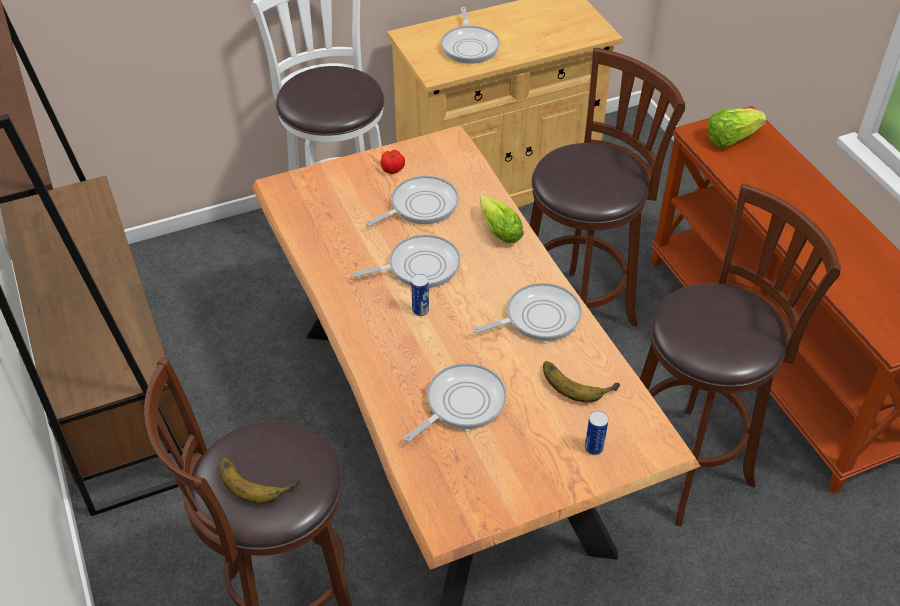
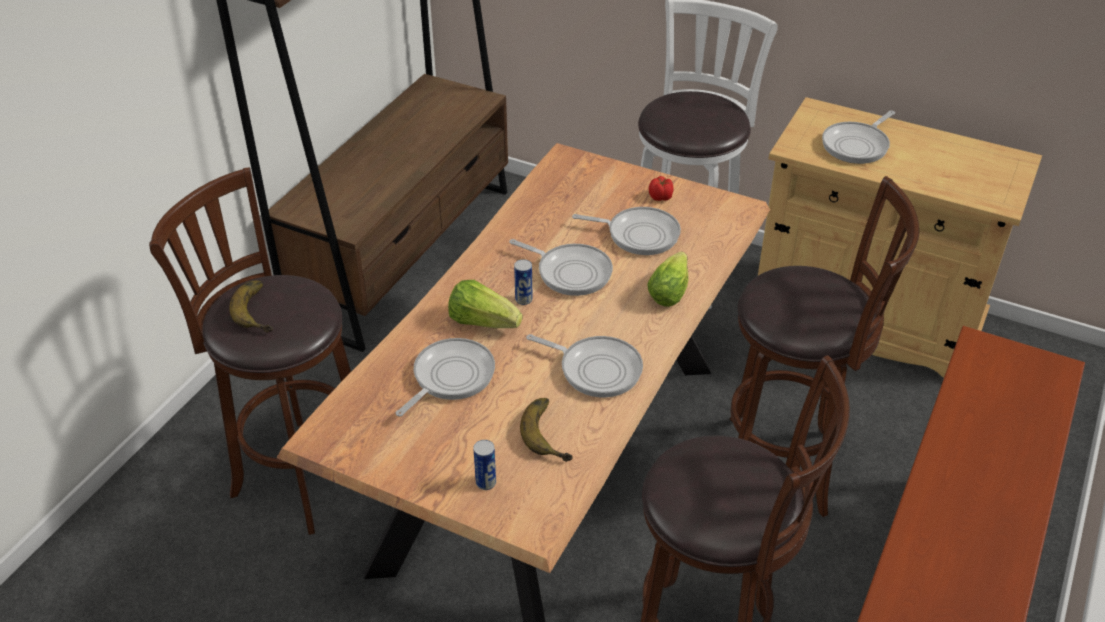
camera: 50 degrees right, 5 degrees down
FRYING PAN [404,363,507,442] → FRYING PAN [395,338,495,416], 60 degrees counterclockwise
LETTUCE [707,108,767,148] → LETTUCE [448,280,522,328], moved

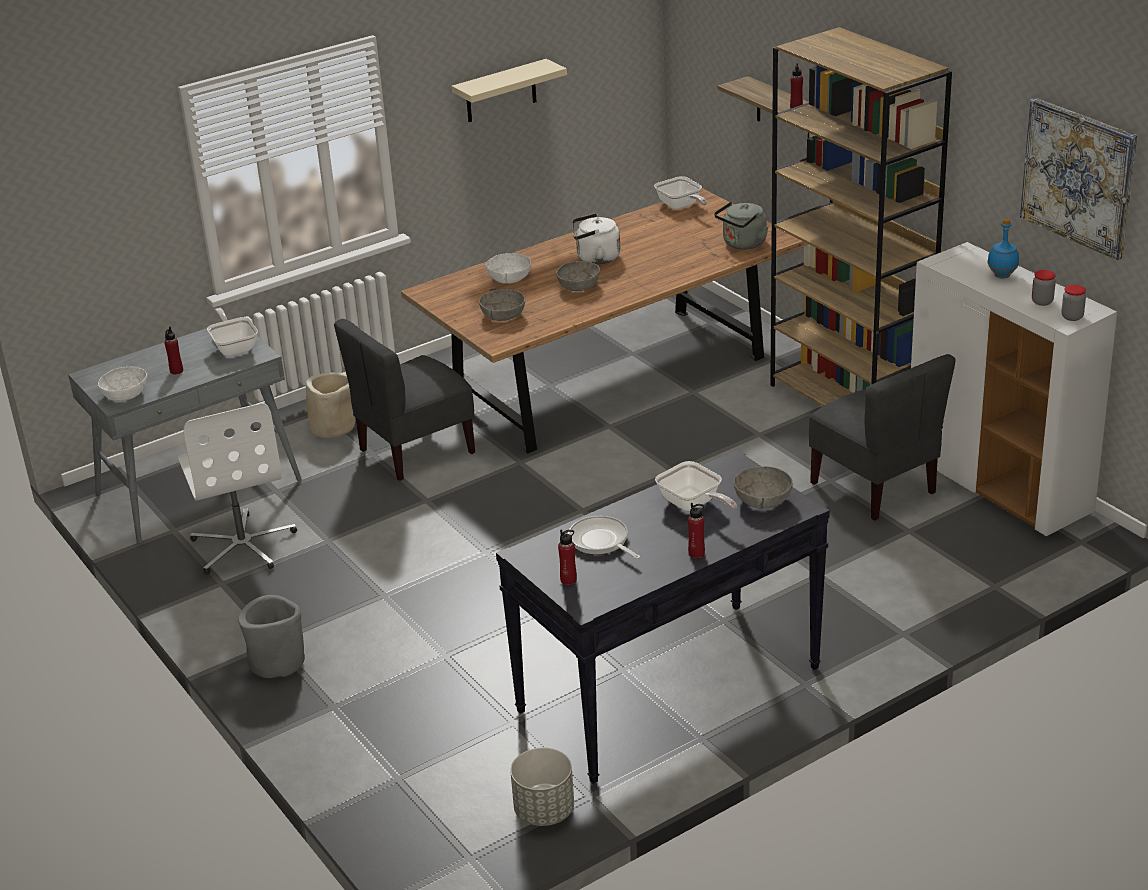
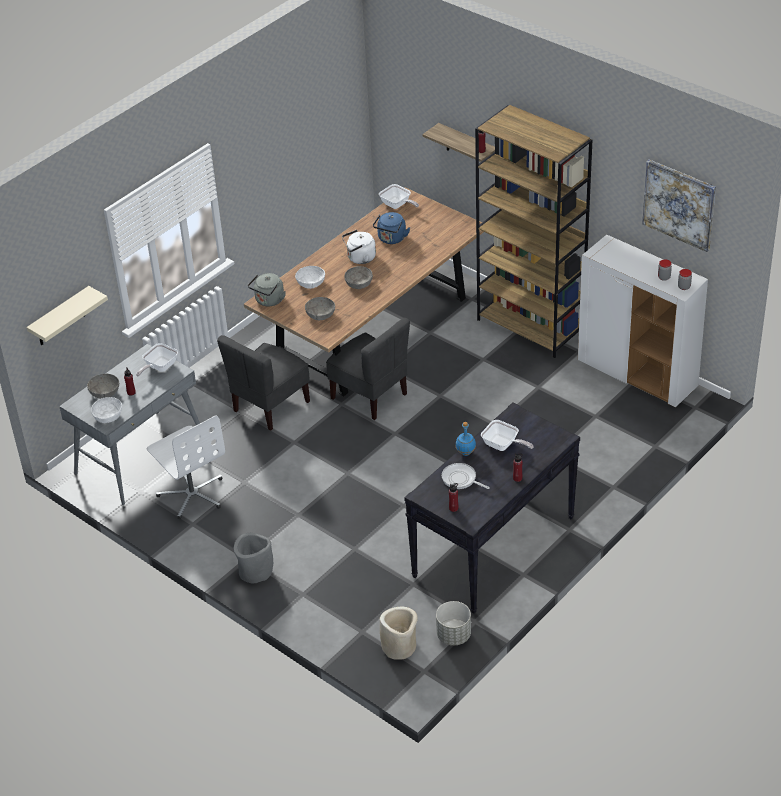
camera: 15 degrees left, 10 degrees up
BEIGE SHELF [451,59,567,122] → BEIGE SHELF [27,286,108,346], moved
GREY BOWL [734,466,793,509] → GREY BOWL [87,374,119,399], moved
FRYING PAN [207,308,258,356] → FRYING PAN [136,343,178,376], 105 degrees counterclockwise
GREY KETTLE [714,202,768,250] → GREY KETTLE [248,273,286,306], moved
GREY CHAIR [809,354,956,521] → GREY CHAIR [326,318,410,420], moved
- → BLUE KETTLE [373,212,410,244]
BEIGE PLANTER [306,372,355,438] → BEIGE PLANTER [380,607,418,660], moved
BLUE BOTTLE [987,219,1019,278] → BLUE BOTTLE [456,422,476,456], moved

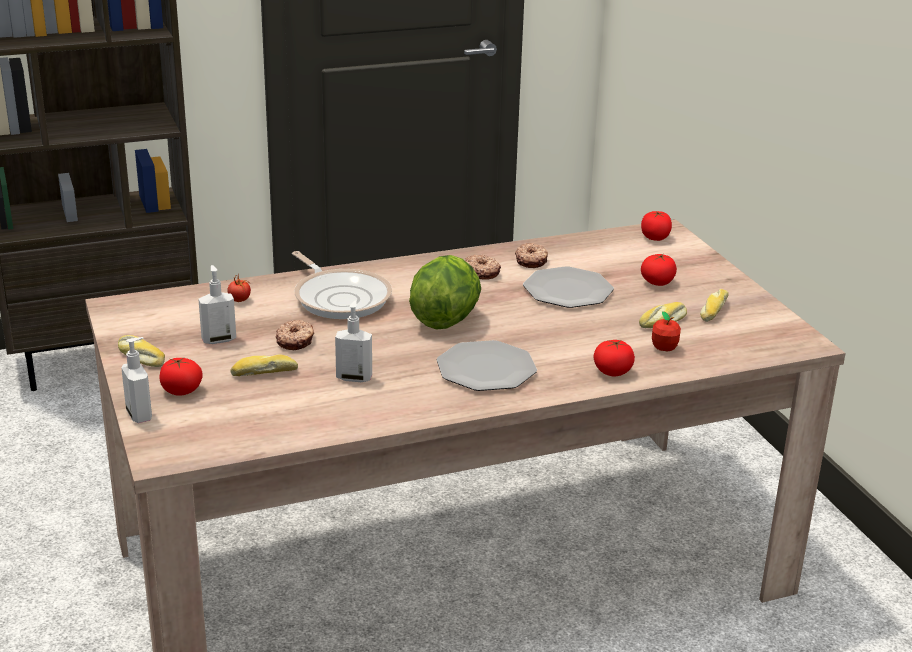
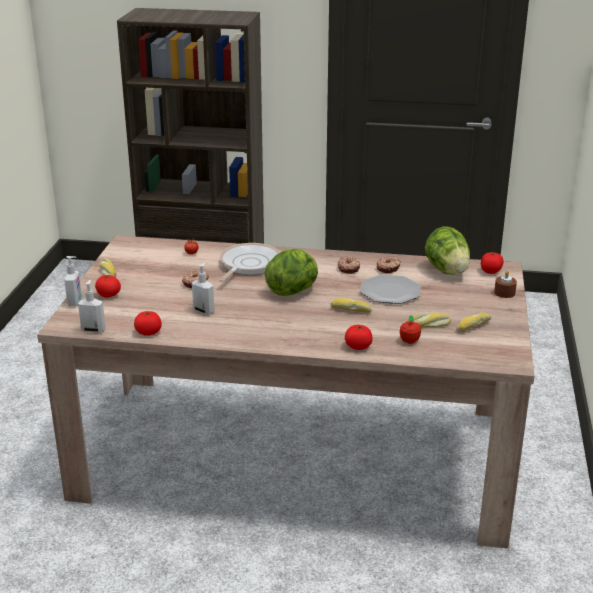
camera: 30 degrees right, 0 degrees up
SOAP DISPENSER [198,265,236,344] → SOAP DISPENSER [78,280,105,333], moved
TOMATO [641,254,677,286] → TOMATO [134,311,162,336], moved
FRYING PAN [292,251,392,319] → FRYING PAN [219,243,281,282], 150 degrees counterclockwise
BREAD [230,354,298,376] → BREAD [331,298,372,313], moved
- → LETTUCE [425,226,470,274]
- → BROWN CANDLE [494,271,517,298]
PLATE [437,340,537,391] → -

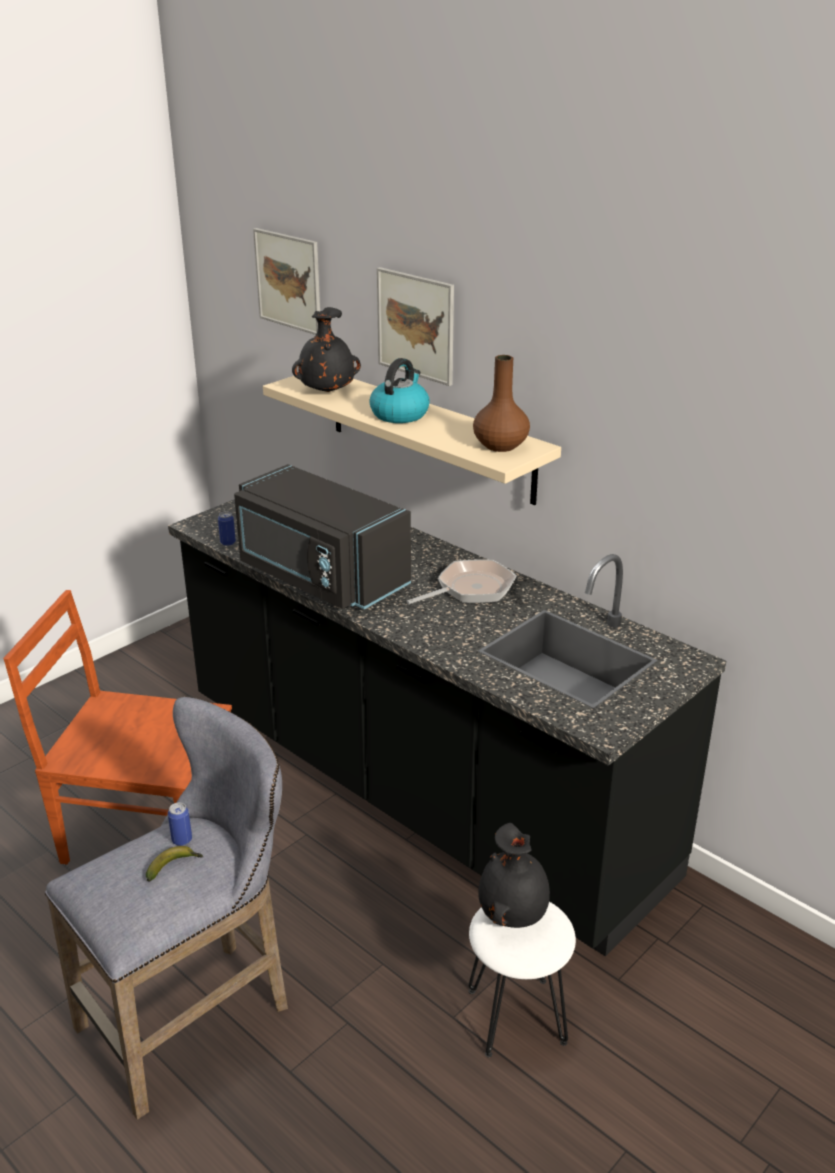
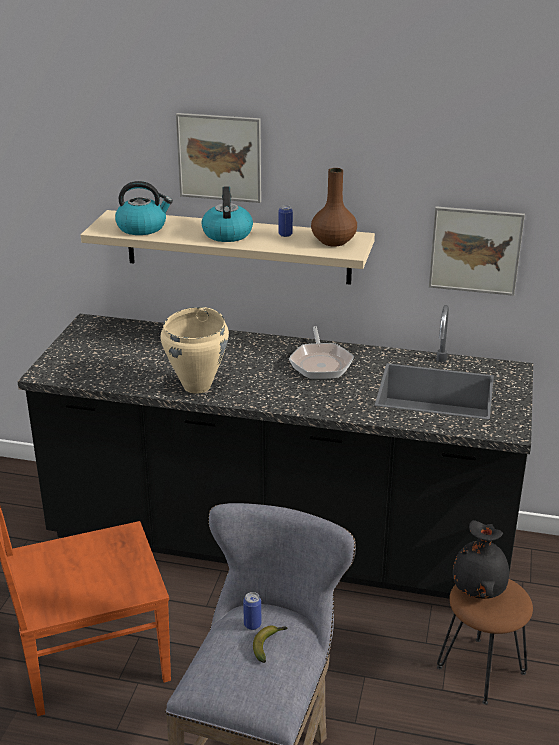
camera: 30 degrees left, 0 degrees up
BLACK VASE [292,307,361,392] → KETTLE [115,181,173,235]
BLACK MICROWAVE [234,464,411,609] → BEIGE COOKING POT [160,307,229,394]
CAN [218,512,236,546] → CAN [279,205,293,237], moved
FRYING PAN [407,559,517,604] → FRYING PAN [289,326,354,379], 150 degrees clockwise
PICTURE [253,228,320,335] → PICTURE [429,206,525,296], moved
WHITE STOOL [469,902,576,1057] → BROWN STOOL [437,579,533,705]

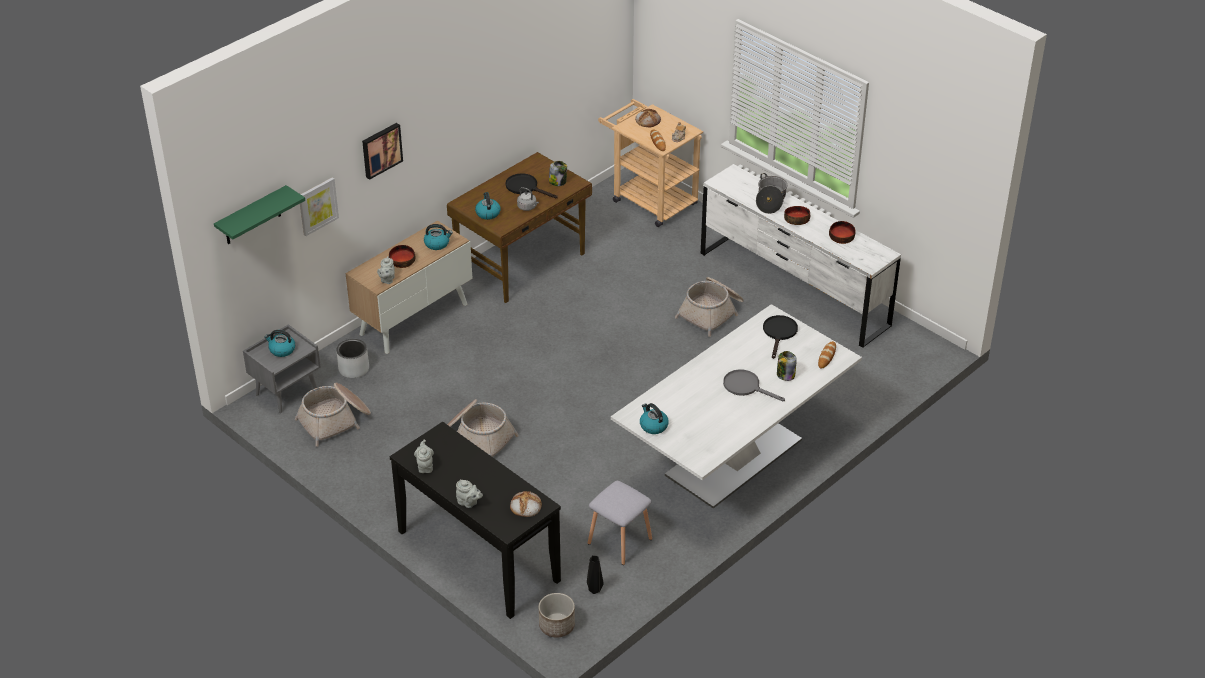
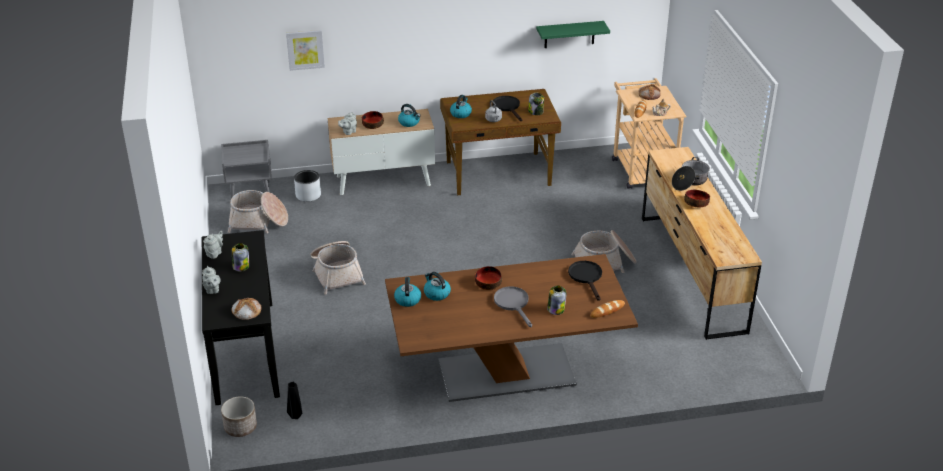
camera: 35 degrees right, 5 degrees down
- → JAR [232,243,249,272]
WHITE DINING TABLE [611,304,862,508] → BROWN DINING TABLE [385,254,638,402]
KETTLE [264,330,295,357] → KETTLE [424,272,451,301], moved
BOWL [829,221,856,244] → BOWL [475,266,502,290], moved
GREEN SHELF [214,185,305,244] → GREEN SHELF [536,21,610,48], moved
BLACK FRYING PAN [763,315,798,359] → BLACK FRYING PAN [568,261,602,301], 60 degrees counterclockwise
WHITE DRESSER [701,164,901,348] → BROWN DRESSER [642,147,762,340]
PICTURE [362,123,403,180] → -
GREY STOOL [588,481,652,565] → -

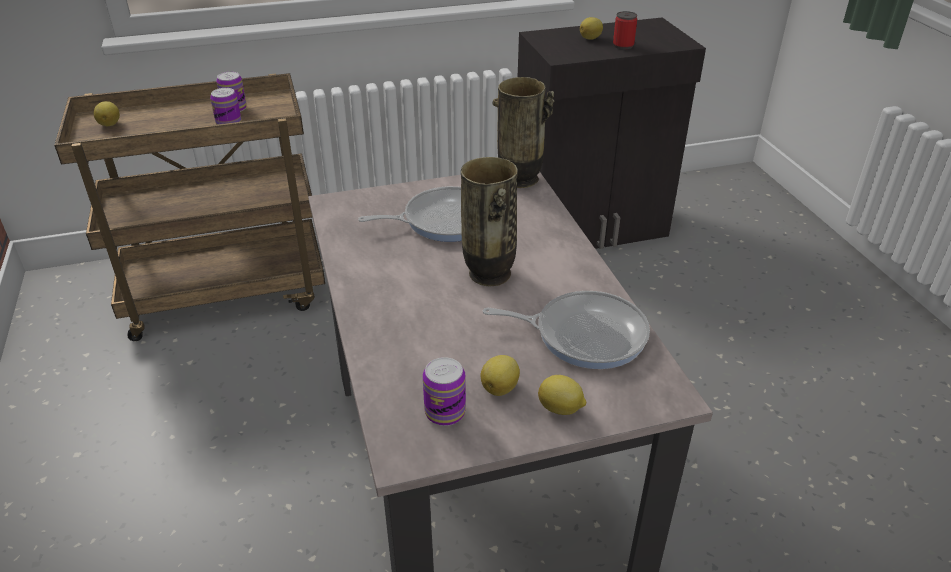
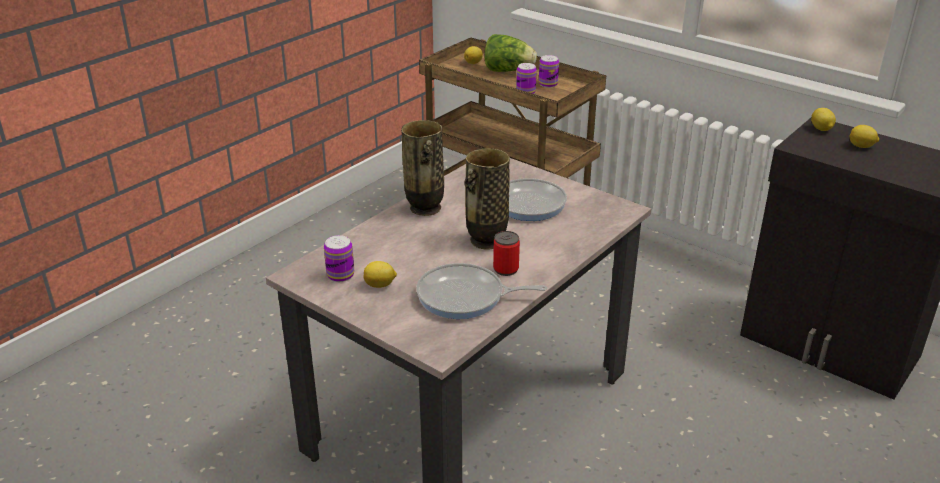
camera: 55 degrees right, 5 degrees down
VASE [493,77,555,188] → VASE [401,120,444,216], moved
FRYING PAN [483,291,650,369] → FRYING PAN [416,263,547,319], 120 degrees clockwise
- → LETTUCE [484,34,537,72]
CAN [613,11,637,49] → CAN [493,231,520,276], moved
LEMON [538,375,586,415] → LEMON [811,108,836,131], moved

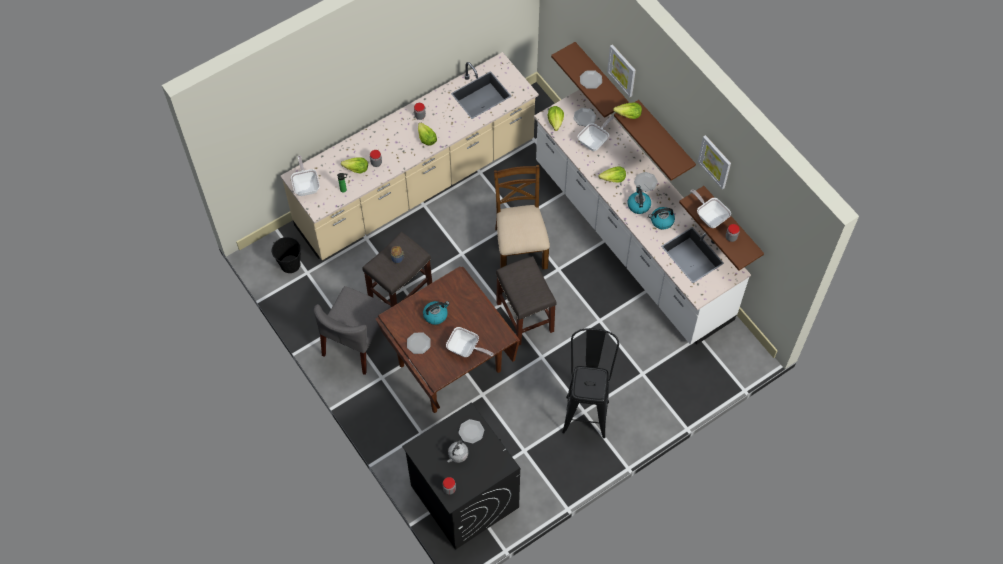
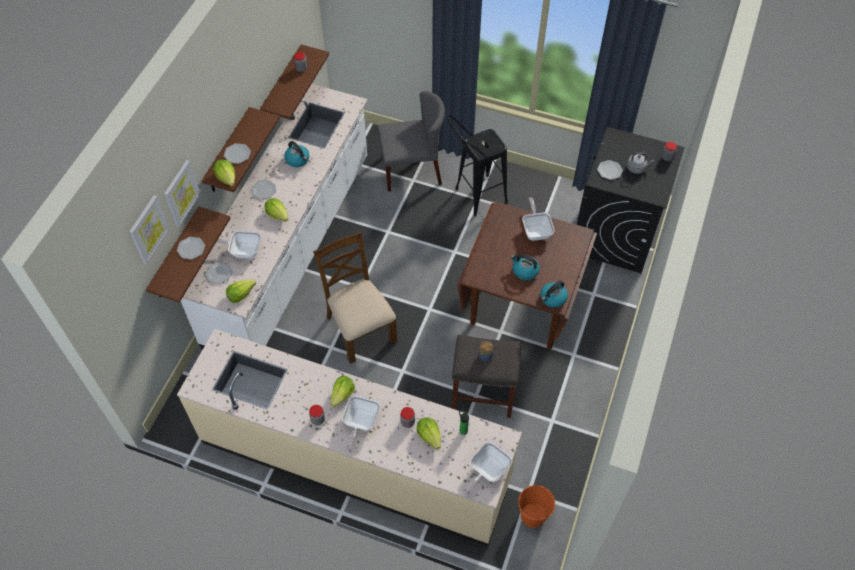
camera: 125 degrees left, 5 degrees down
PICTURE [698,135,731,189] → PICTURE [129,195,170,264], moved
PLATE [407,333,430,354] → PLATE [224,143,251,164], moved
BROWN CHAIR [494,165,550,269] → BROWN CHAIR [313,231,397,364], 105 degrees clockwise
FRYING PAN [690,189,731,228] → FRYING PAN [342,396,380,450], moved
GREY CHAIR [314,286,391,375] → GREY CHAIR [377,91,445,191], moved
BLACK BUCKET [272,237,301,273] → ORANGE BUCKET [518,484,555,528]
KETTLE [628,185,651,214] → KETTLE [540,280,568,308], moved
GREY STOOL [496,256,557,345] → -

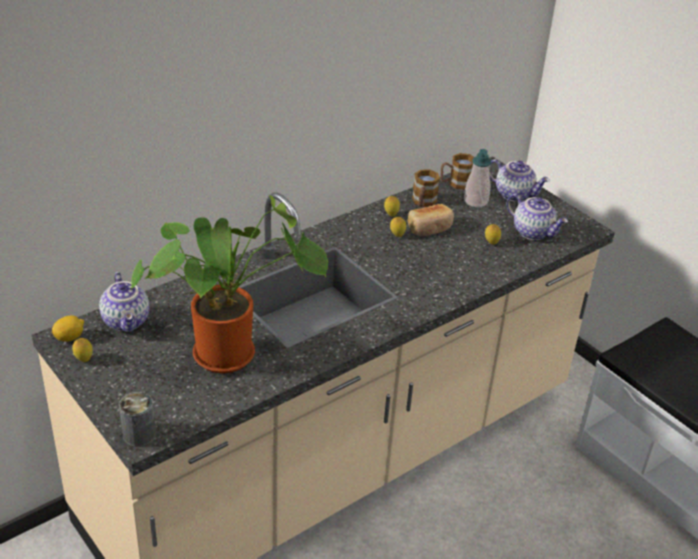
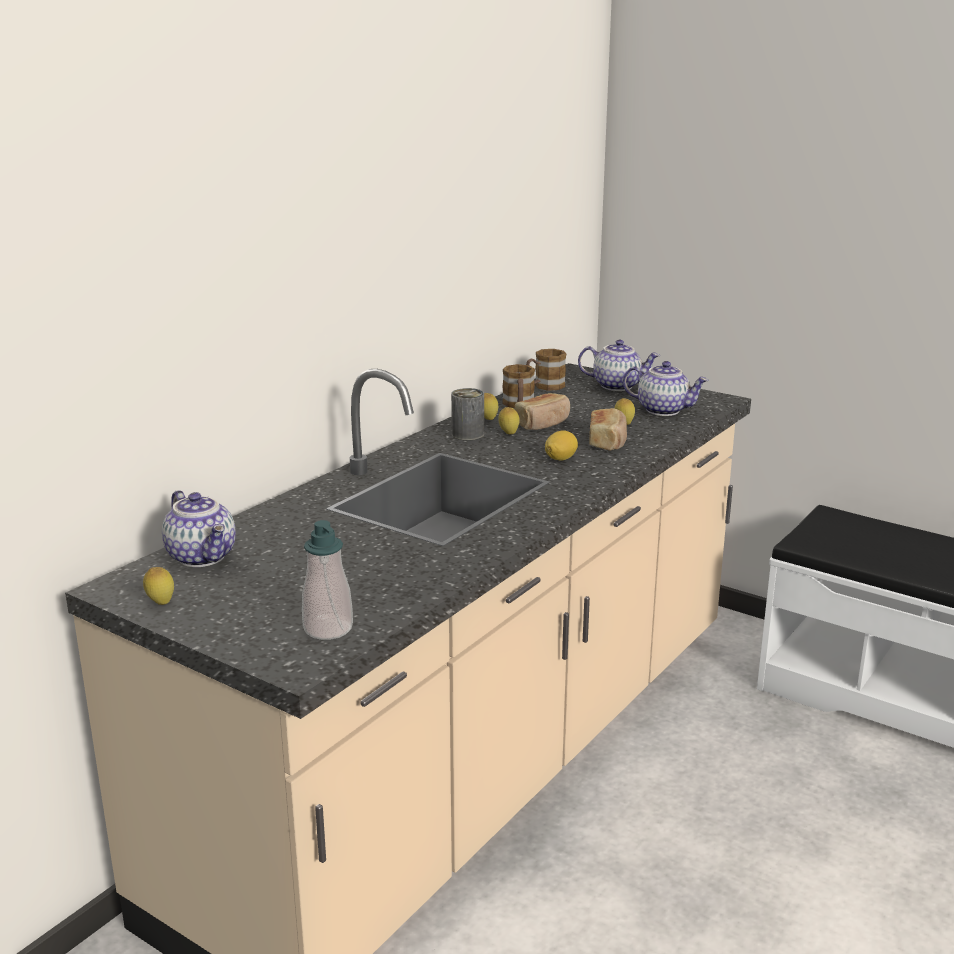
camera: 15 degrees left, 15 degrees down
SOAP DISPENSER [464,149,492,207] → SOAP DISPENSER [302,520,353,640], moved
CAN [119,392,156,447] → CAN [451,388,484,440], moved
LEMON [52,315,84,342] → LEMON [545,430,578,461], moved
- → BREAD [589,408,627,451]
POTTED PLANT [131,195,328,373] → -

